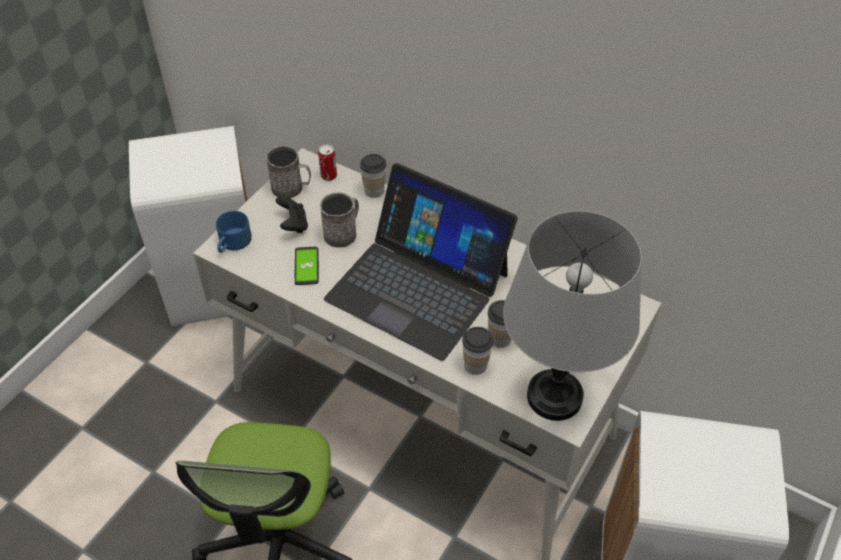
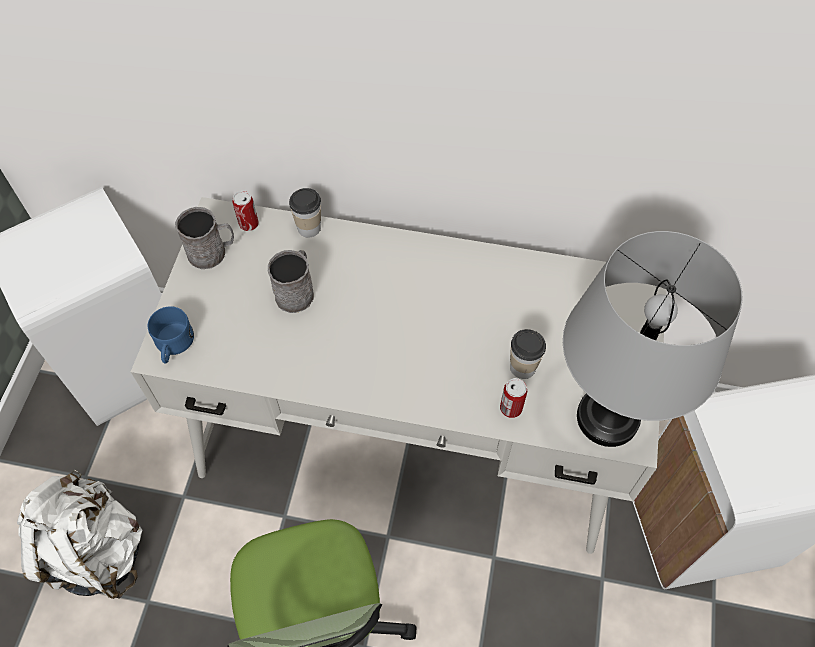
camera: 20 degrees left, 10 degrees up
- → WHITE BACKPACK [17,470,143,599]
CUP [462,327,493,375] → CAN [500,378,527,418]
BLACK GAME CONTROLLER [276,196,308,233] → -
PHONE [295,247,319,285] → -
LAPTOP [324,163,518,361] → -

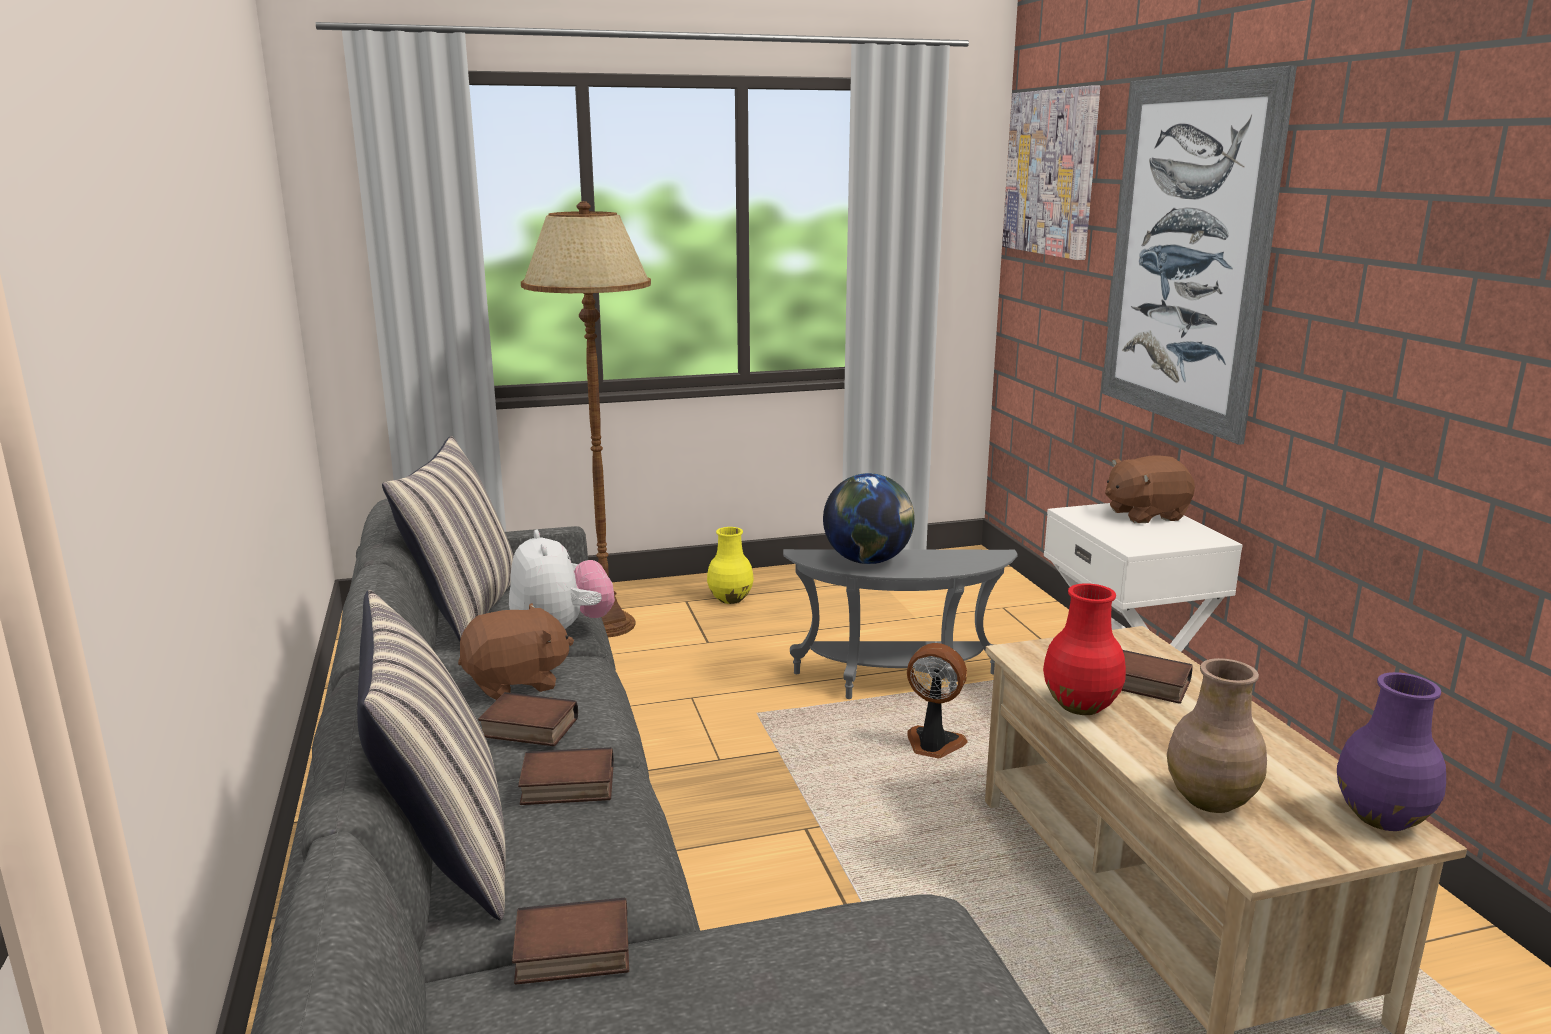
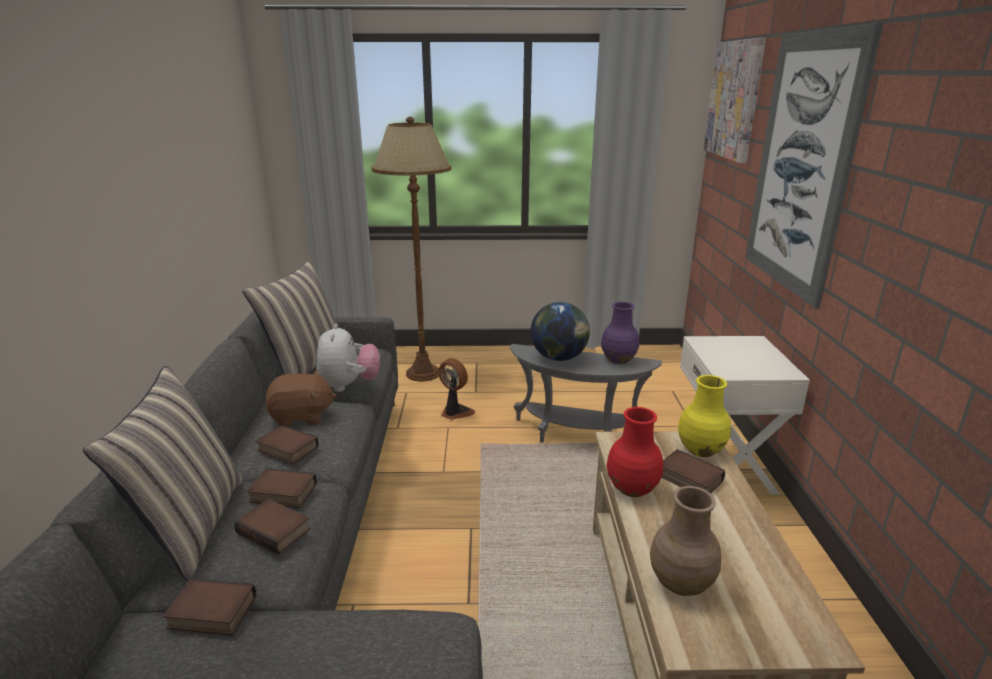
camera: 15 degrees right, 5 degrees up
- → BOOK [234,499,311,555]
FAN [907,643,968,759] → FAN [438,358,475,420], moved
PURPLE VASE [1337,672,1446,831] → PURPLE VASE [601,302,639,364], moved
YELLOW VASE [707,527,754,604] → YELLOW VASE [678,375,731,457], moved
BROWN PLUSH TOY [1105,455,1195,523] → -

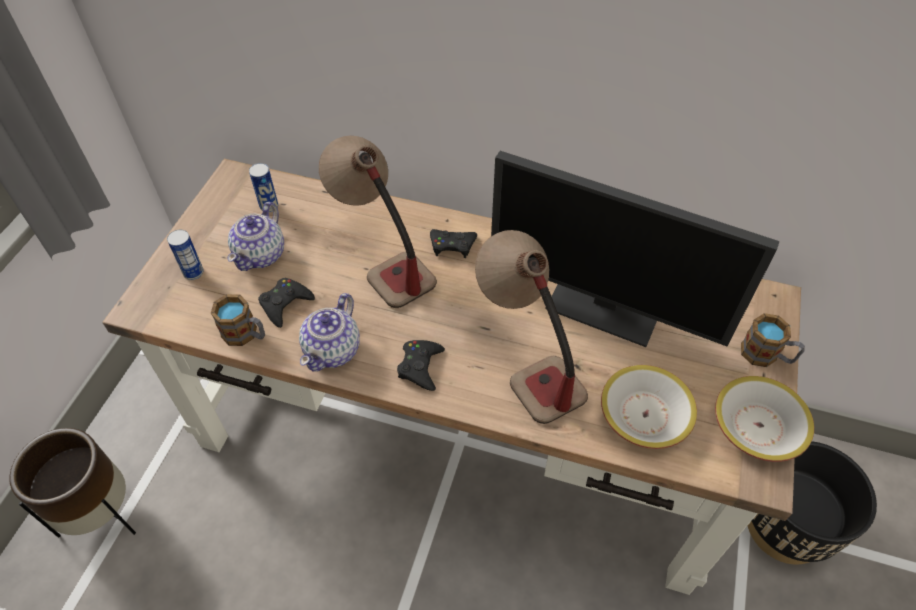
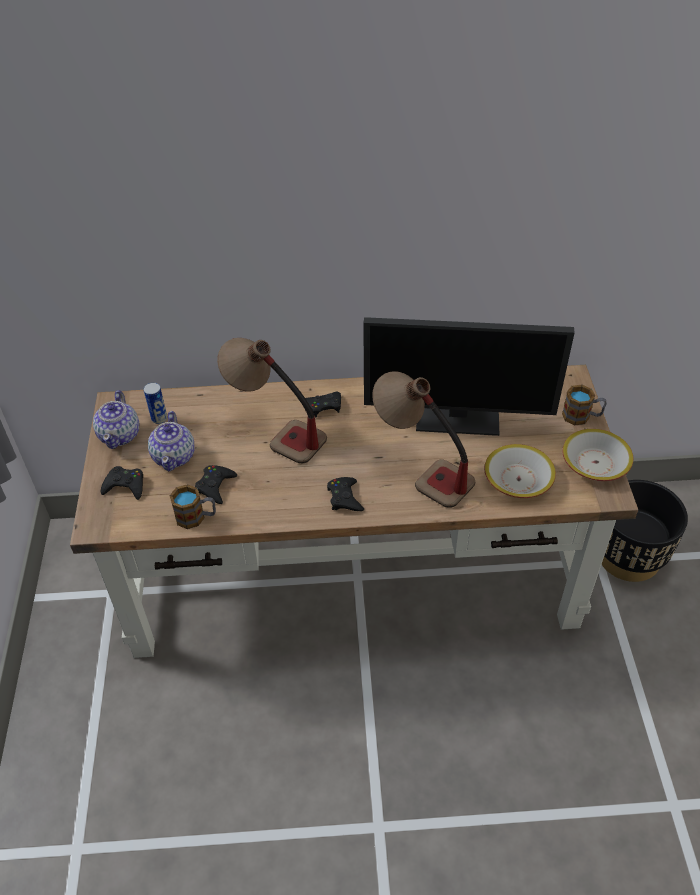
camera: 20 degrees left, 5 degrees down
TEAPOT [299,293,360,372] → TEAPOT [93,390,139,449], moved
CAN [167,230,204,280] → BLACK GAME CONTROLLER [100,466,143,500]
BROWN PLANTER [9,428,136,538] → -

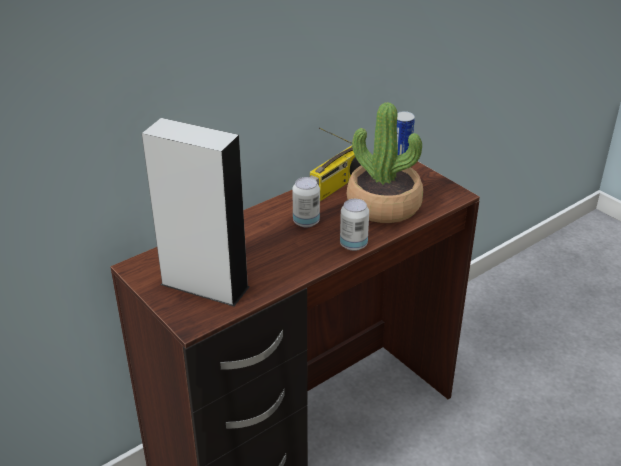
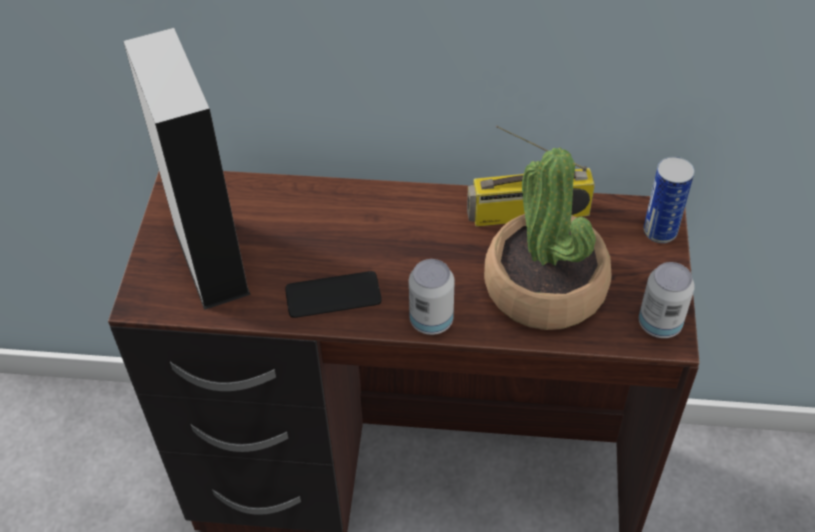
camera: 45 degrees right, 15 degrees up
- → PHONE [285,271,382,318]
CAN [292,177,320,228] → CAN [639,262,695,338], moved

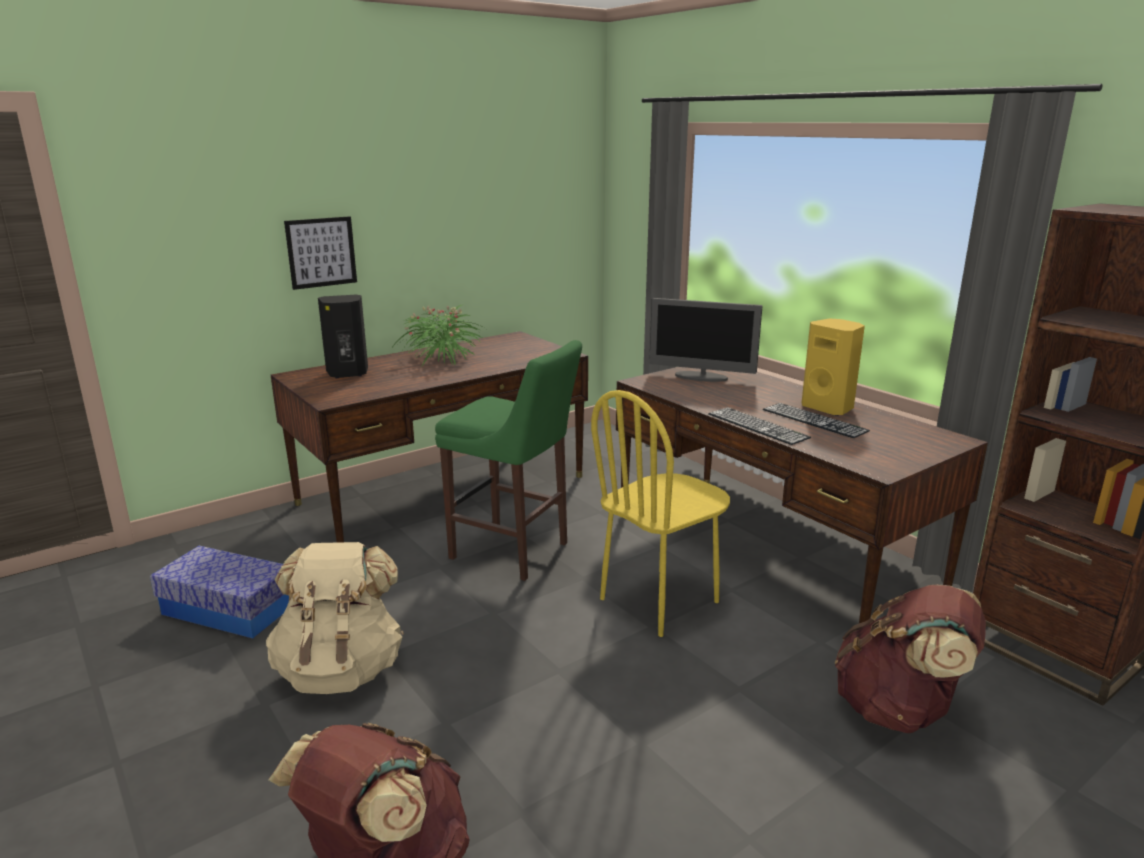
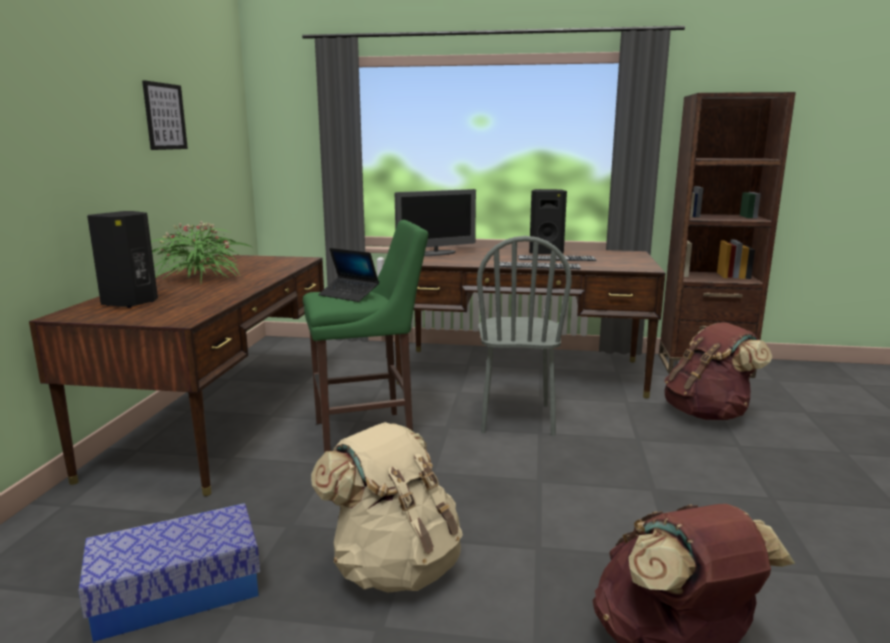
camera: 45 degrees left, 5 degrees down
PICTURE [284,216,357,290] → PICTURE [142,80,188,150], moved
- → LAPTOP [318,248,379,302]
YELLOW CHAIR [591,390,730,637] → GREY CHAIR [477,236,572,436]
YELLOW SPEAKER [801,319,865,416] → BLACK SPEAKER [529,189,567,254]

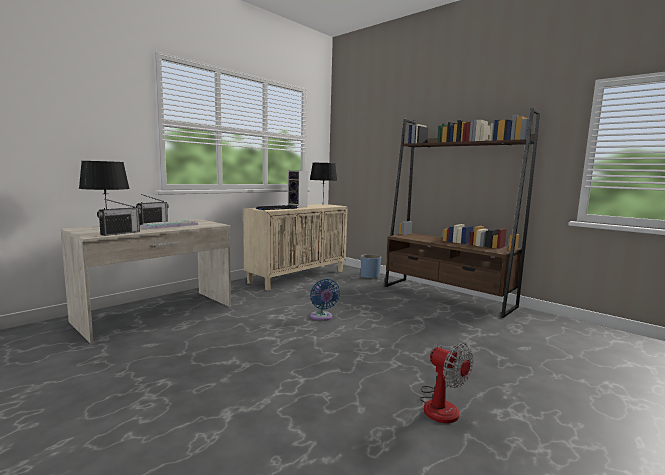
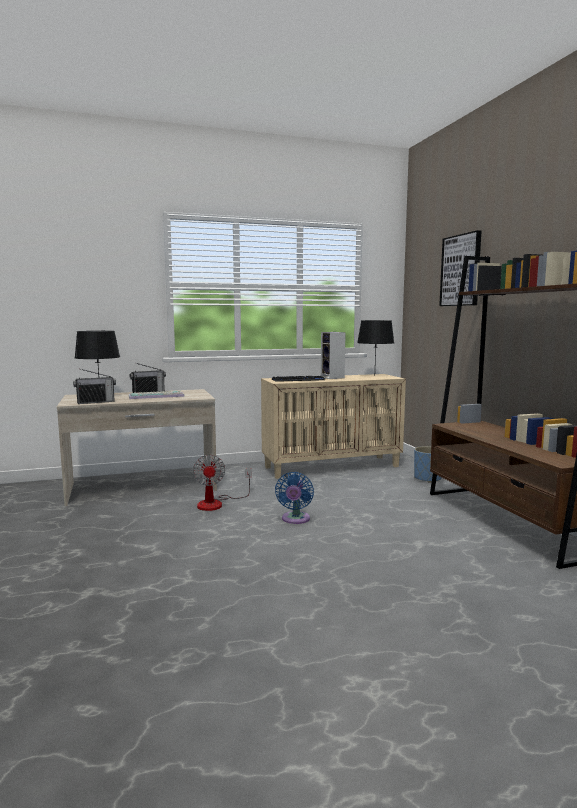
camera: 30 degrees right, 0 degrees up
FAN [419,343,473,423] → FAN [193,455,252,511], moved
- → PICTURE [439,230,481,306]

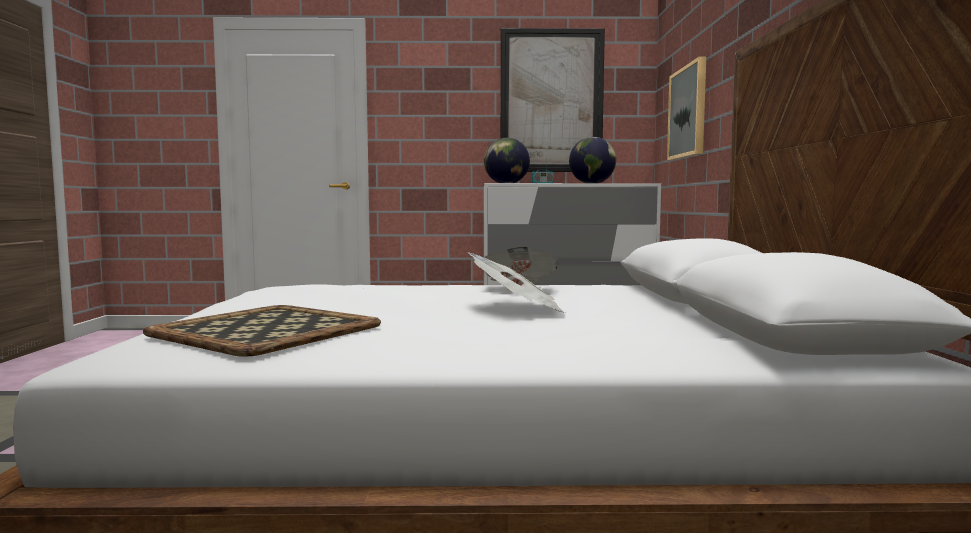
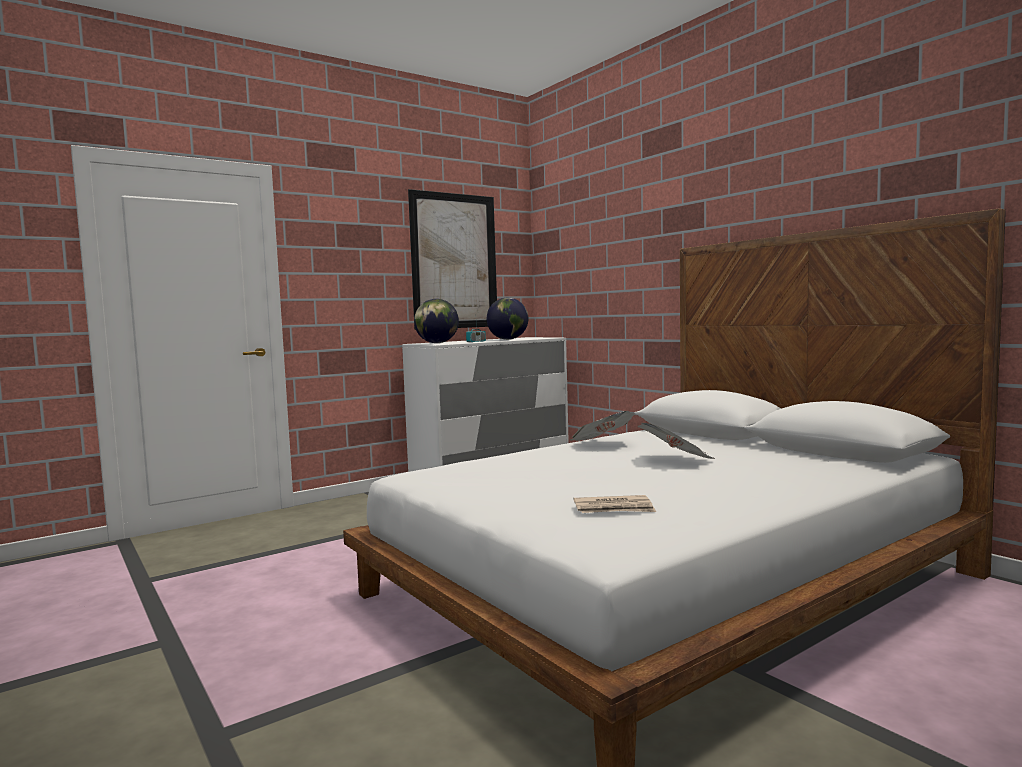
camera: 35 degrees left, 0 degrees up
TRAY [143,305,381,357] → NEWSPAPER [573,495,656,513]
PICTURE [667,57,706,160] → -

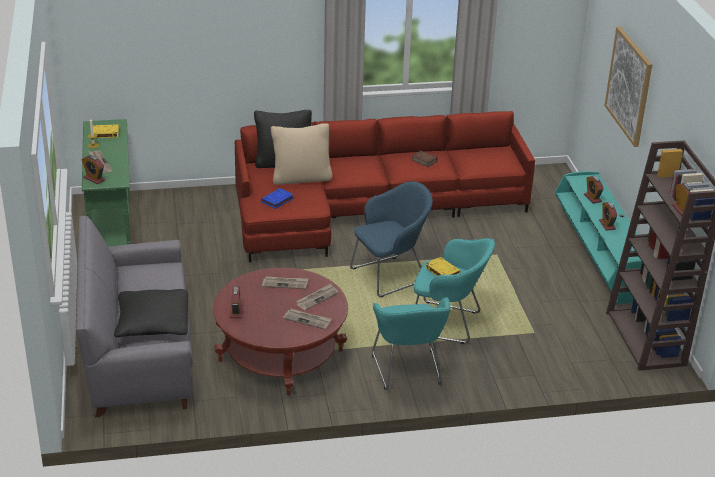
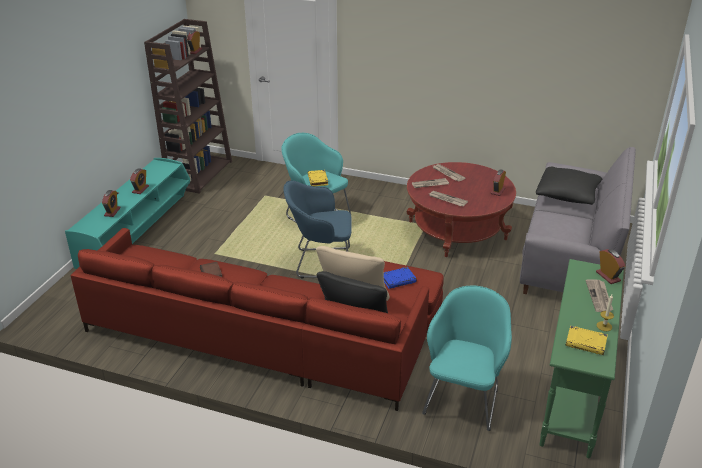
camera: 150 degrees left, 0 degrees up
TURQUOISE ARMCHAIR [372,297,451,390] → TURQUOISE ARMCHAIR [422,285,512,431], moved
PICTURE [605,27,652,147] → -

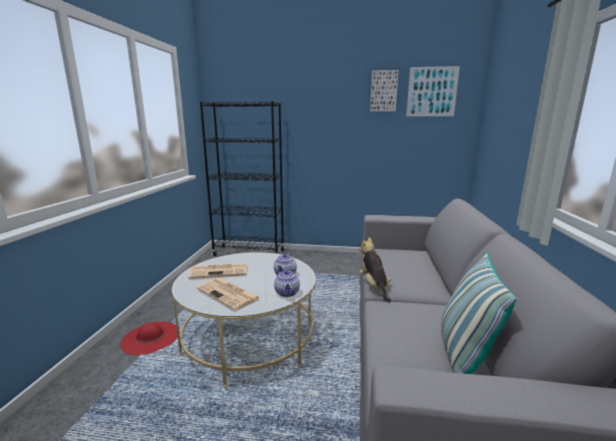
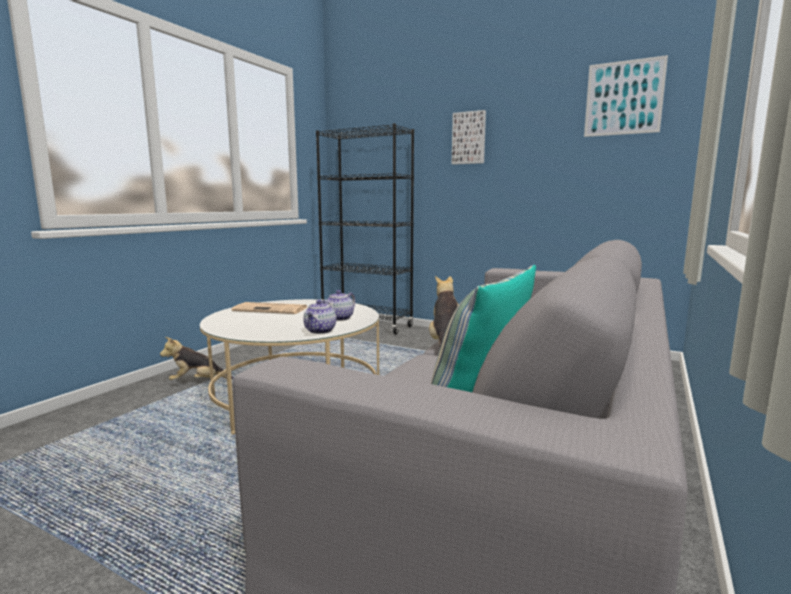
camera: 20 degrees right, 5 degrees down
RED HAT [120,321,178,356] → PLUSH TOY [160,337,234,380]
PICTURE [370,70,399,111] → PICTURE [452,110,486,165], moved
NEWSPAPER [197,278,260,310] → -

